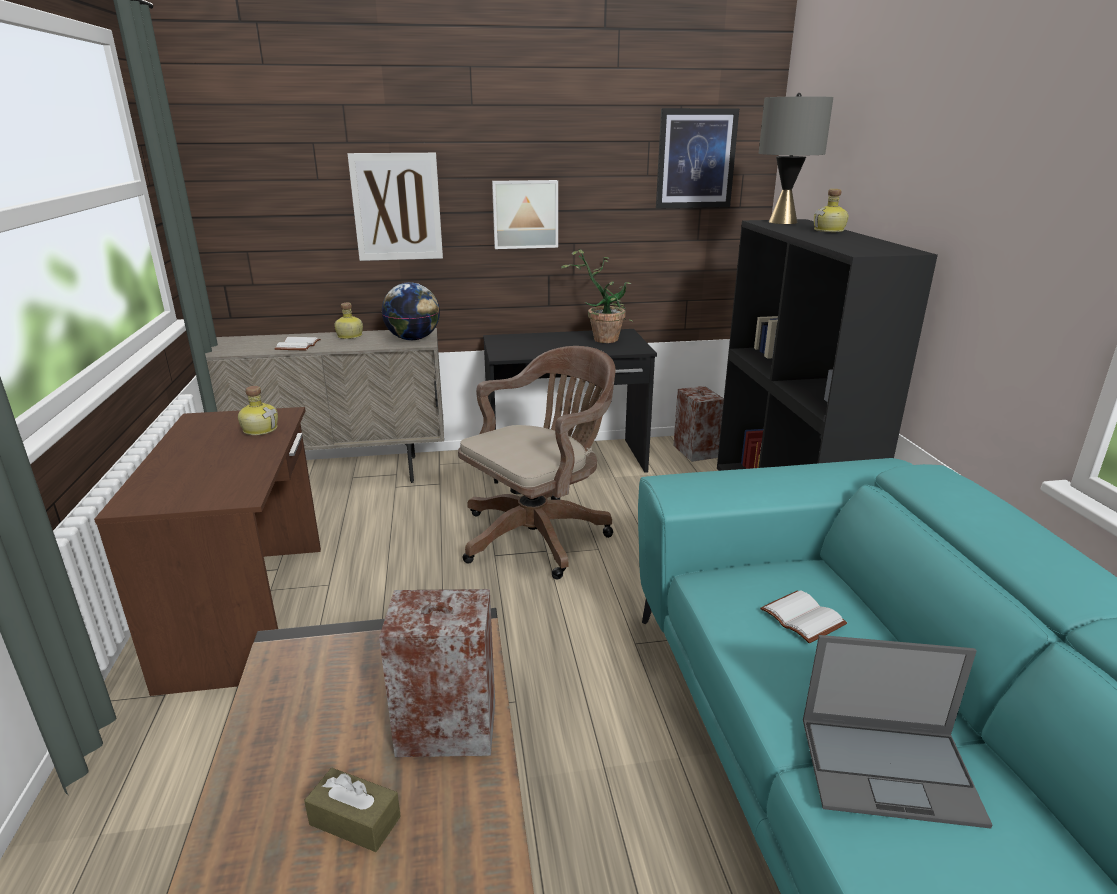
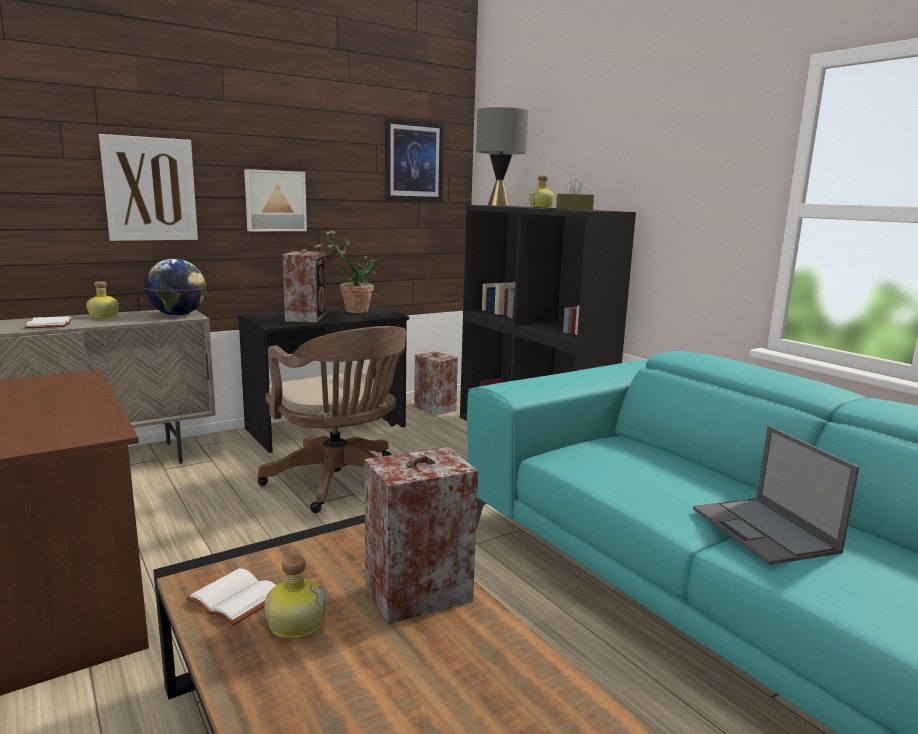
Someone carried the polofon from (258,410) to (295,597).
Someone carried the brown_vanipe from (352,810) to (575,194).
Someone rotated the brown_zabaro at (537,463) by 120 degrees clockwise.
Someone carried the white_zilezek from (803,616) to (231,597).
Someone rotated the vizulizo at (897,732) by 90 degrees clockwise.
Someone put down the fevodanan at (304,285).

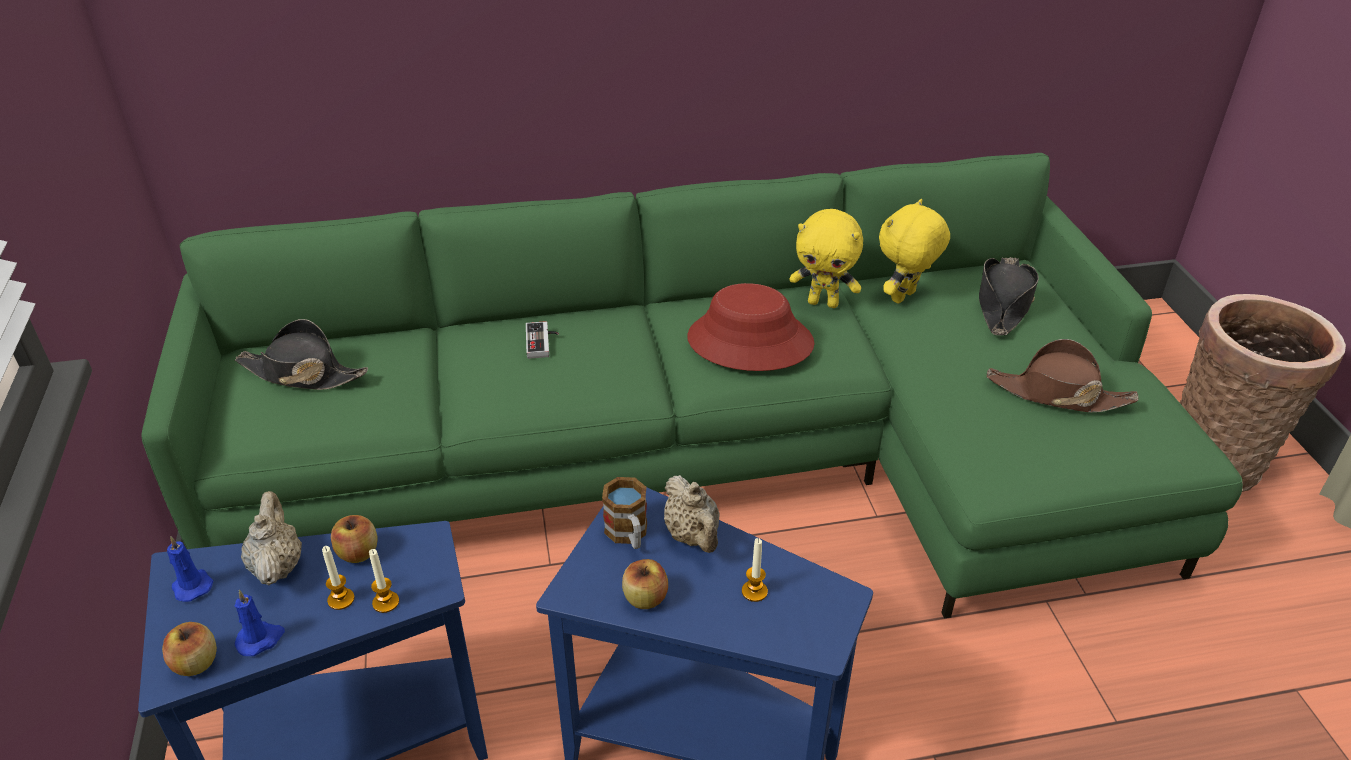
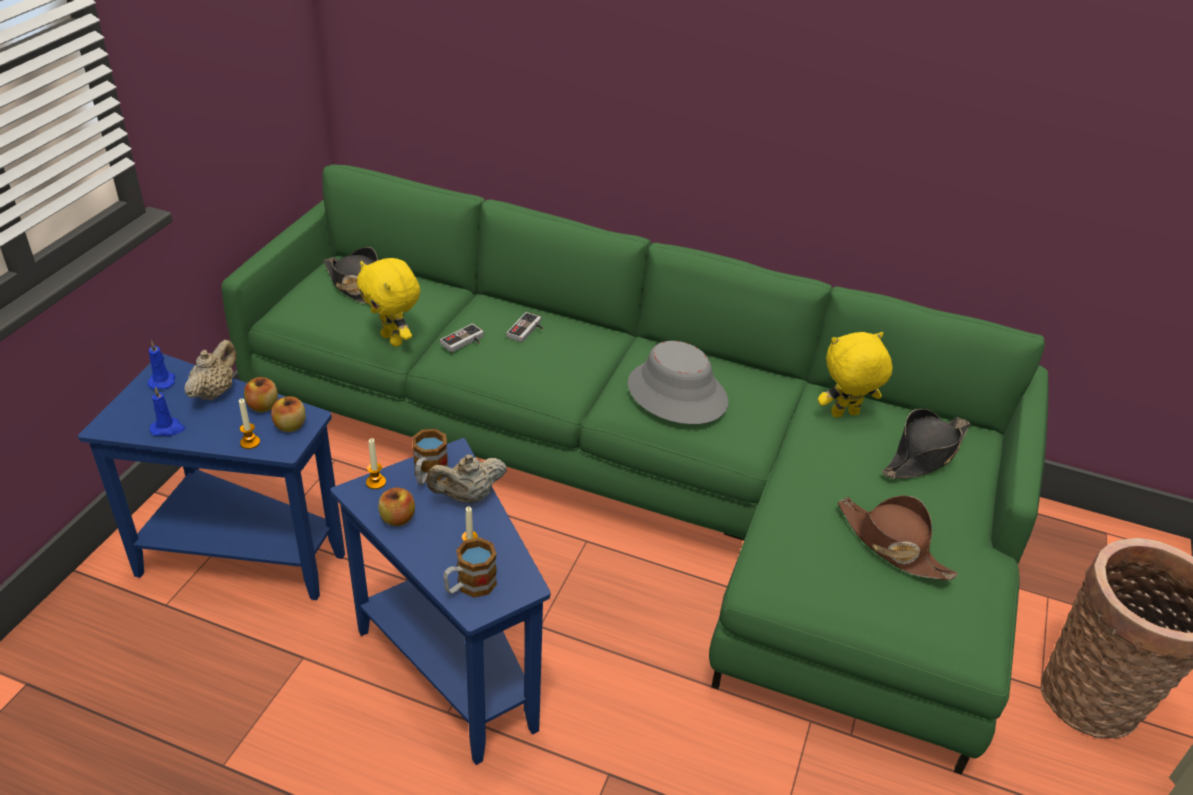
Someone carried the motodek from (189,649) to (288,414).
Someone carried the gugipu from (338,578) to (376,463).
Someone rotated the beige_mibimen at (692,514) by 60 degrees clockwise.
Someone repainted the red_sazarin at (751,327), which became the grey_sazarin at (678,382).
Someone carried the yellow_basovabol from (826,258) to (388,302).
Someone put down the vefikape at (462,338).
Someone put down the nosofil at (470,567).

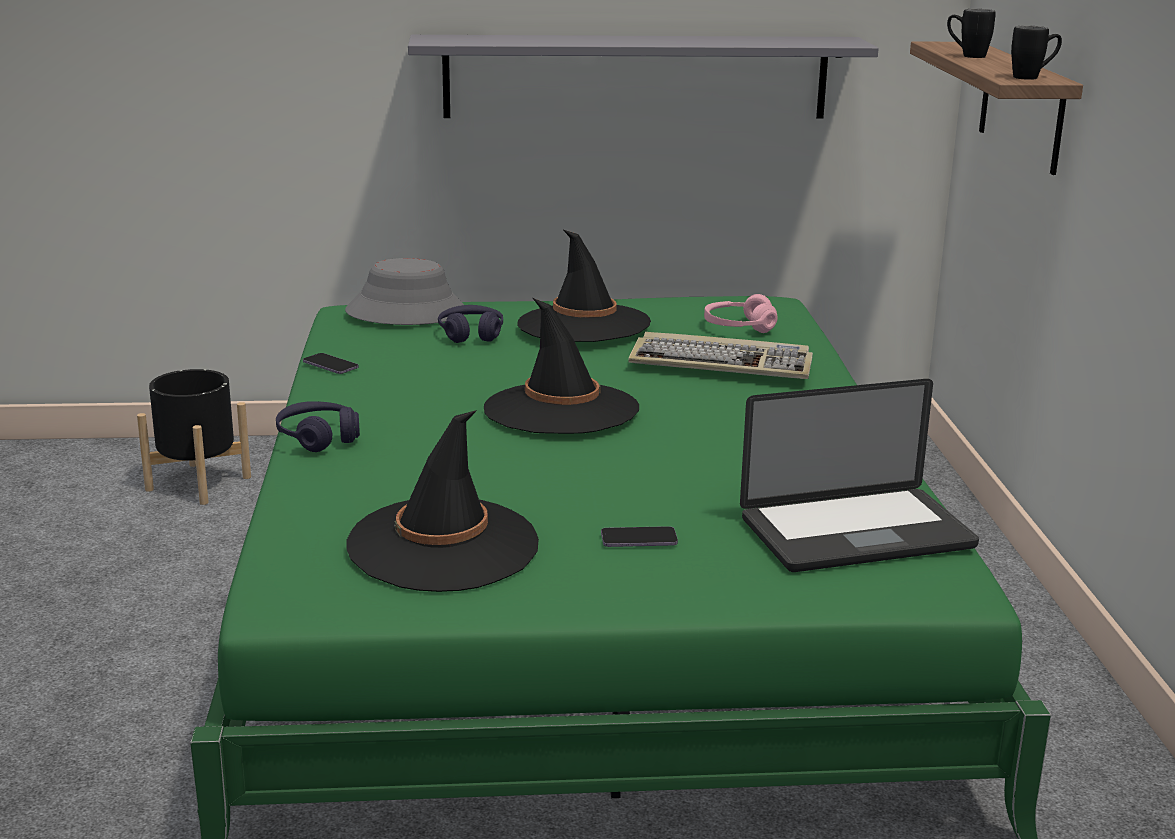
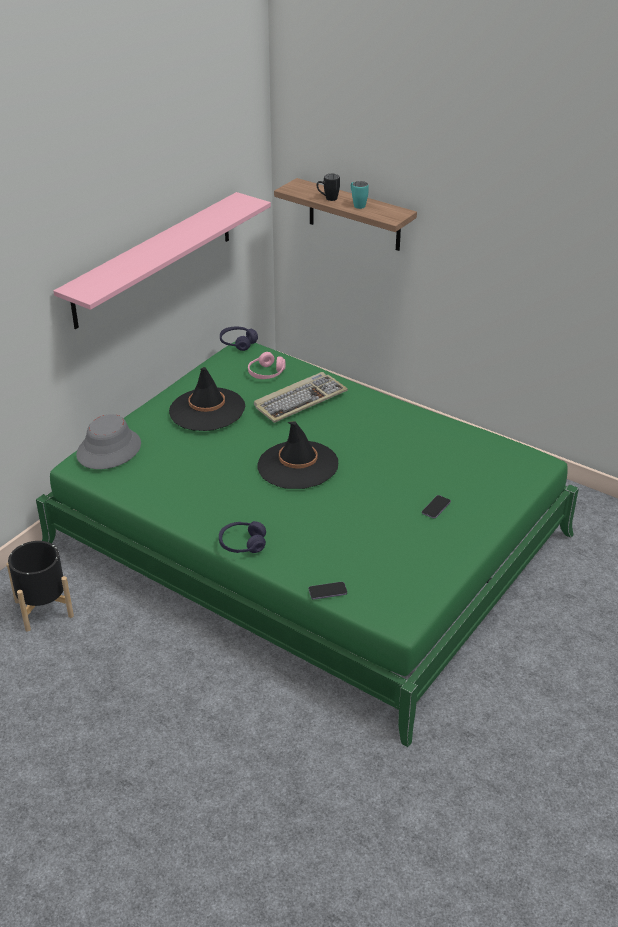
Someone carried the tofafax from (330,363) to (328,590).
Someone took away the black_sazarin at (442,501).
Someone repainted the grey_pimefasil at (643,77), which became the pink_pimefasil at (162,260).
Someone carried the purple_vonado from (470,324) to (239,339).
Someone took away the vizulizo at (859,475).
Someone took away the black_nosofil at (1036,52).
Someone put down the turquoise_nosofil at (360,195).

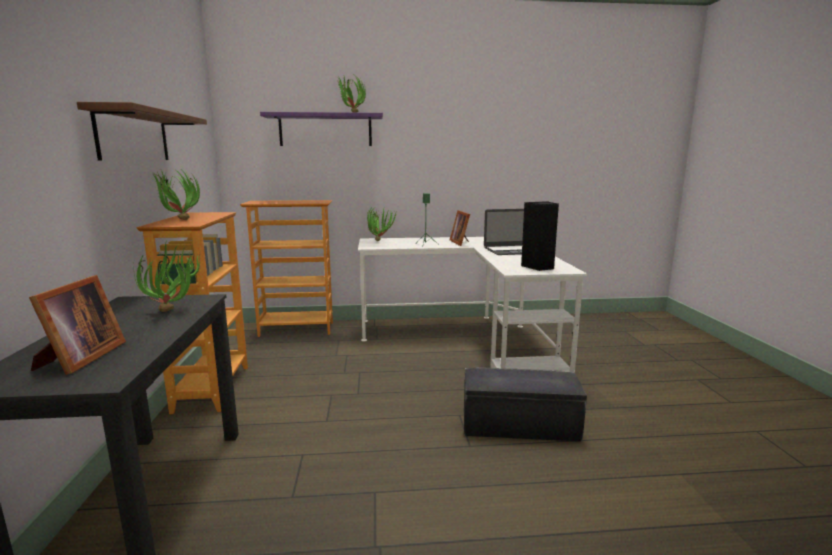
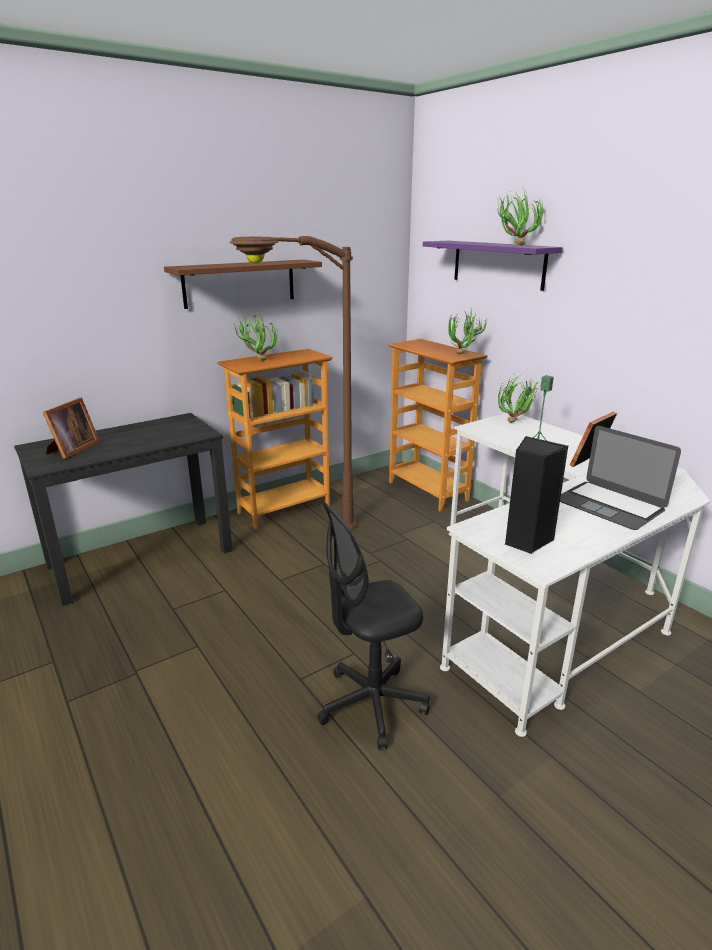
Someone rotated the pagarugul at (77,325) by 45 degrees counterclockwise.
Someone carried the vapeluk from (167,277) to (468,332).
Someone swapped the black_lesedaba at (525,404) for the black_zabaro at (373,625).
Someone put down the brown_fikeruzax at (293,383).

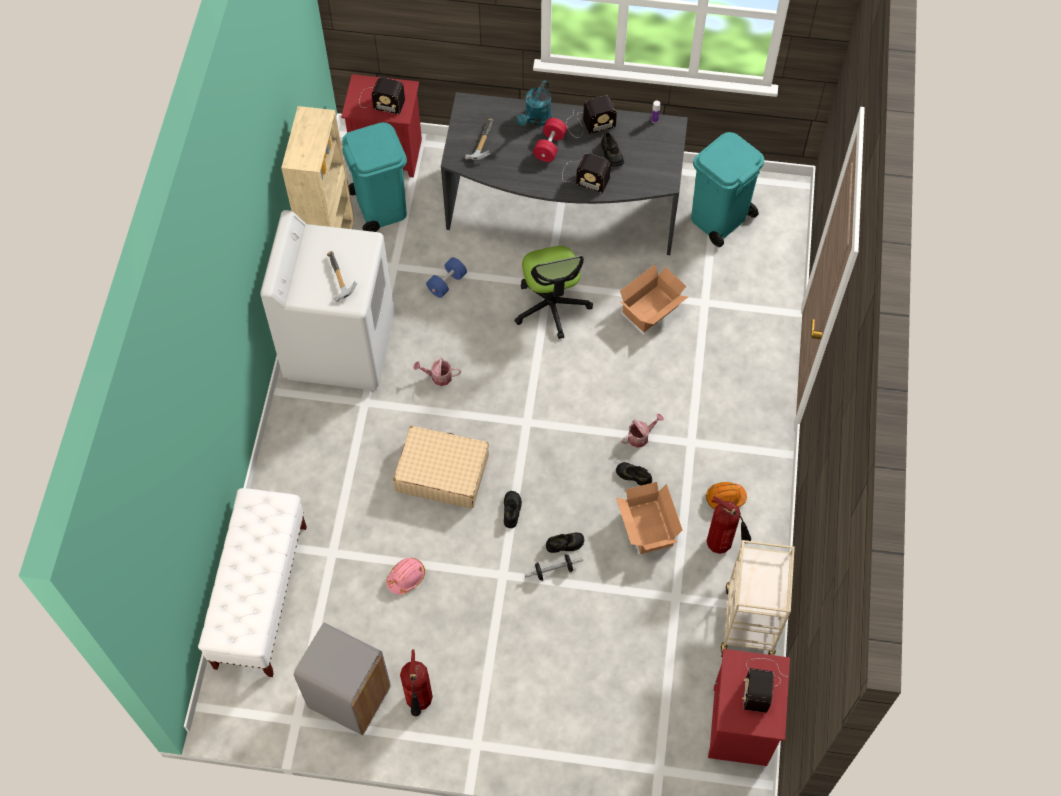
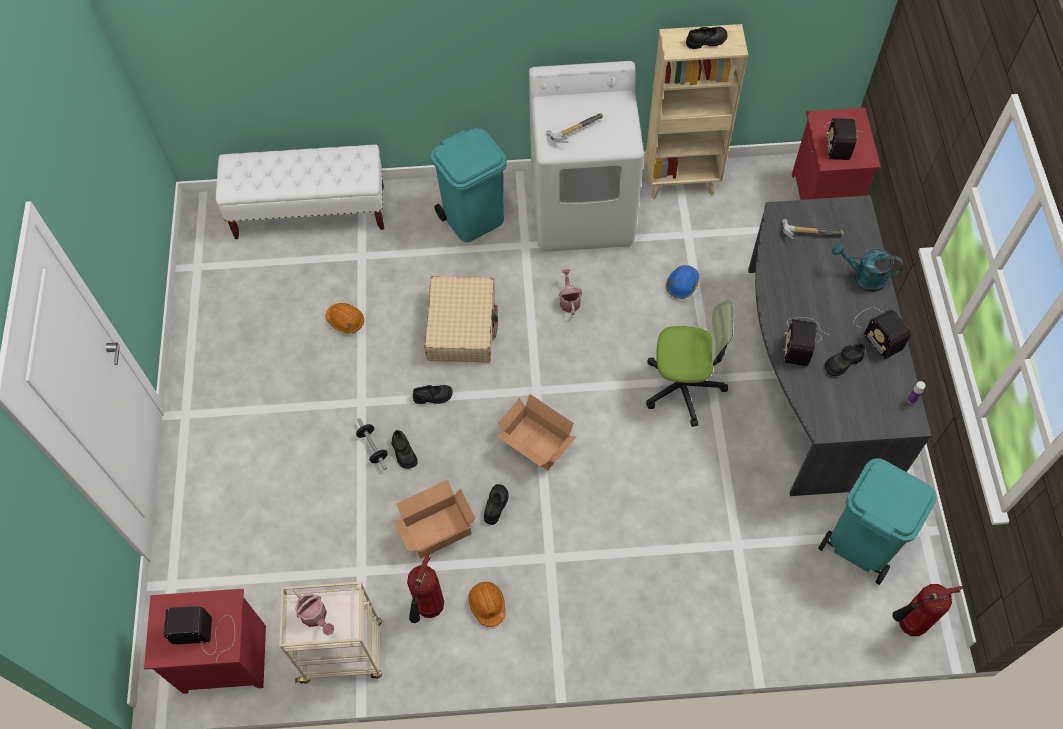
Someone took away the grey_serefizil at (342,679).
Someone carried the turquoise_serefizil from (374,177) to (469,185).
Someone repainted the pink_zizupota at (405,576), which became the orange_zizupota at (344,318).
Someone carried the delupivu from (416,683) to (927,610).
Someone swapped the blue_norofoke at (446,277) for the blue_zizupota at (682,282).
Someone rotated the zabaro at (553,292) by 150 degrees counterclockwise.
Someone took away the red_norofoke at (550,140).
Someone carried the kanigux from (654,298) to (536,432).
Someone carried the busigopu from (642,430) to (313,612).
Someone put down the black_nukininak at (706,38).

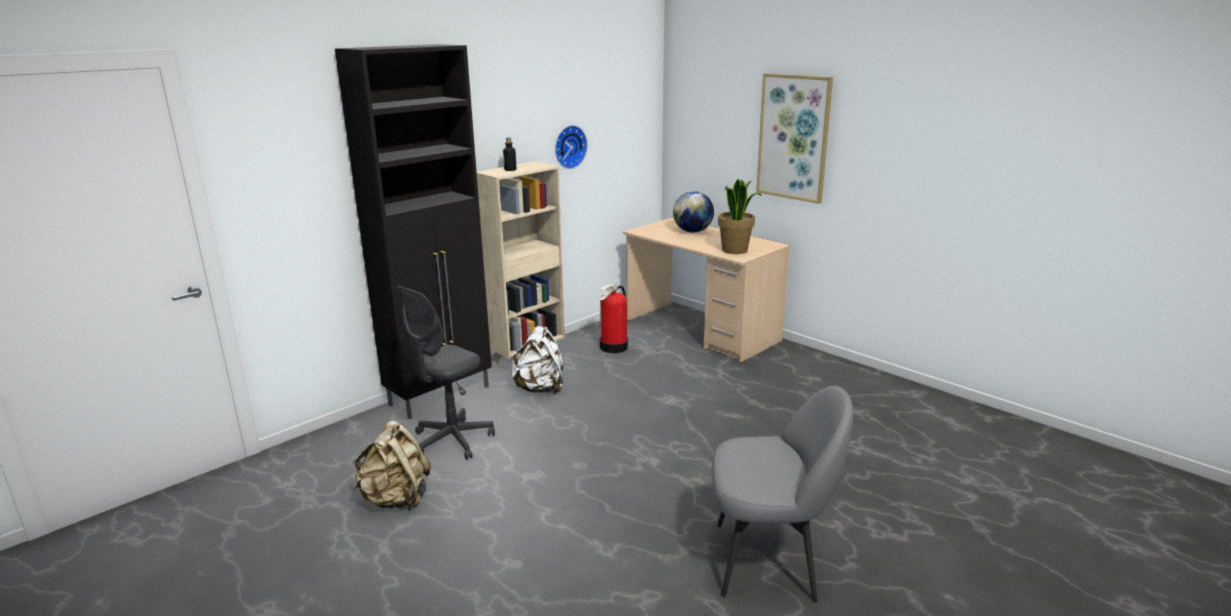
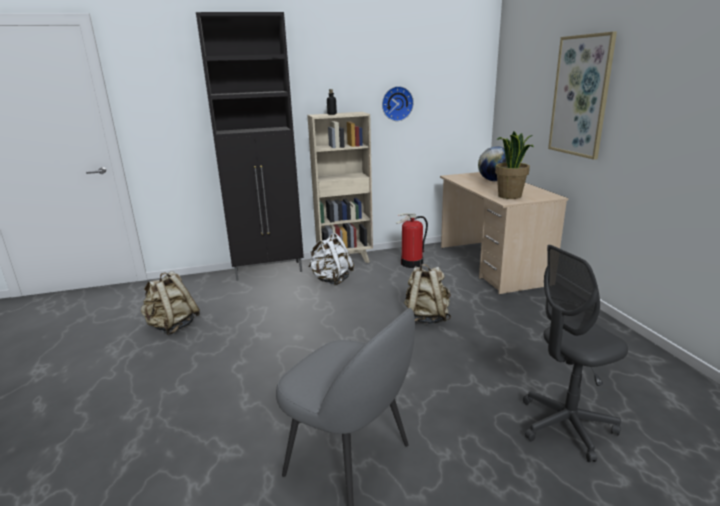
Someone carried the grey_zabaro from (446,373) to (575,353).
Someone put down the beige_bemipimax at (427,294).

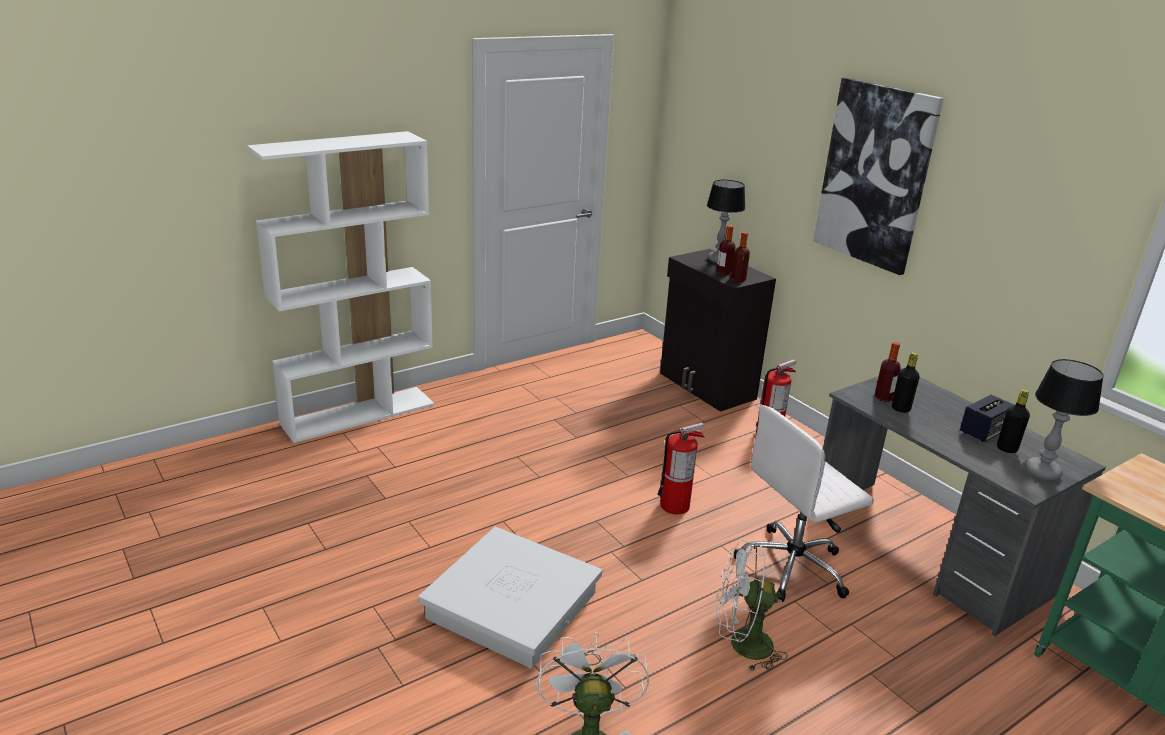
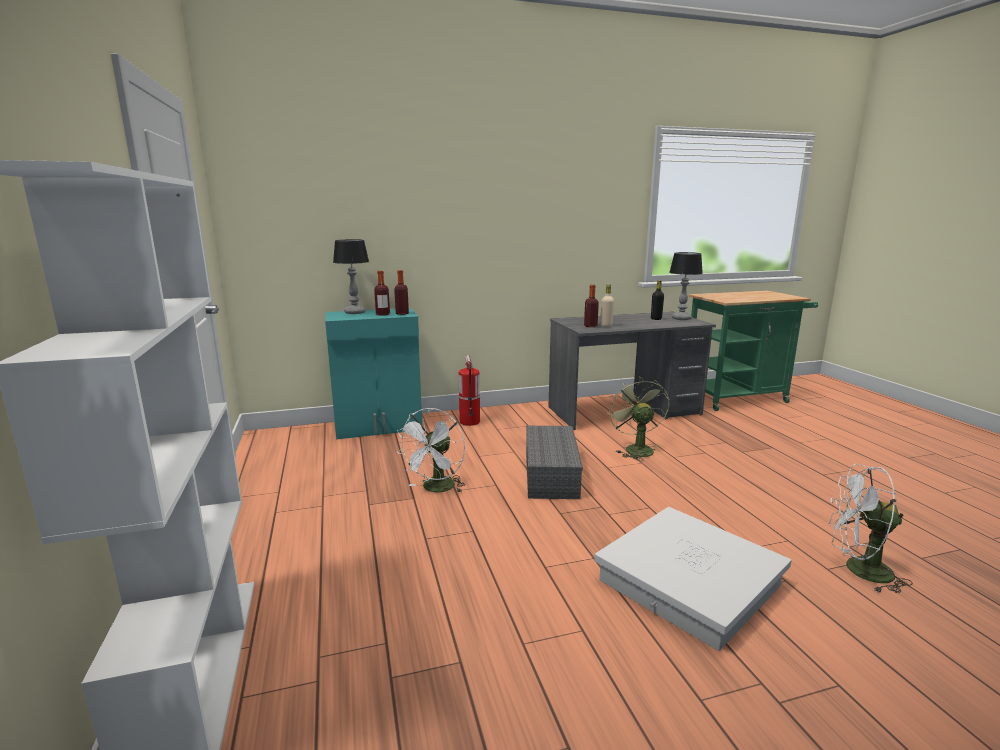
Someone swapped the delupivu at (681,468) for the grey_lesedaba at (554,462).
Someone repainted the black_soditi at (718,330), which became the turquoise_soditi at (373,373).
Someone carried the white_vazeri from (752,606) to (431,450).
Someone swapped the white_zabaro at (804,503) for the green_vazeri at (638,419).
Someone took away the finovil at (878,176).
Someone repainted the black_polofon at (906,382), which became the beige_polofon at (607,306).
Someone took away the fevodanan at (987,418).

